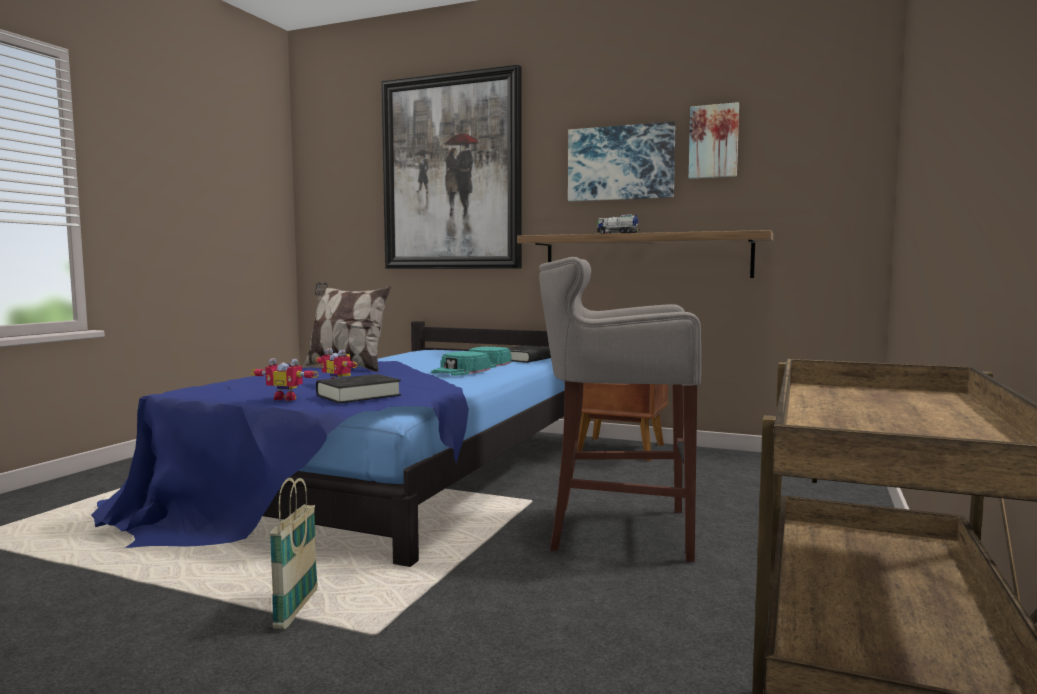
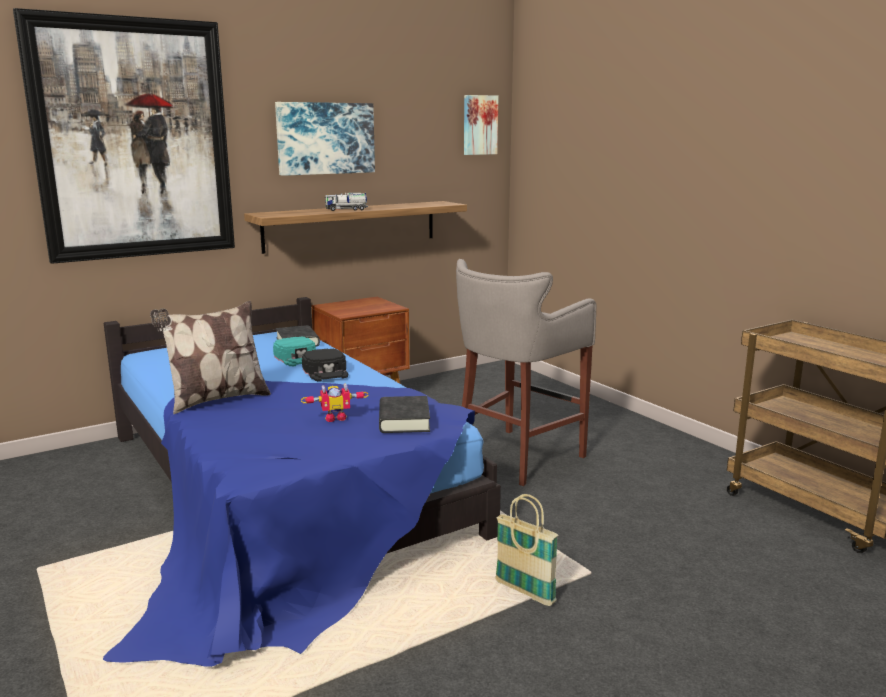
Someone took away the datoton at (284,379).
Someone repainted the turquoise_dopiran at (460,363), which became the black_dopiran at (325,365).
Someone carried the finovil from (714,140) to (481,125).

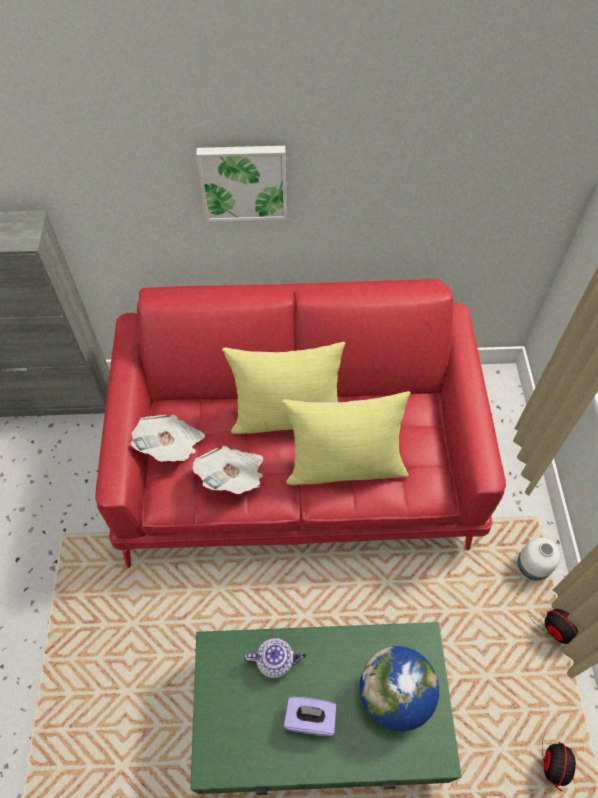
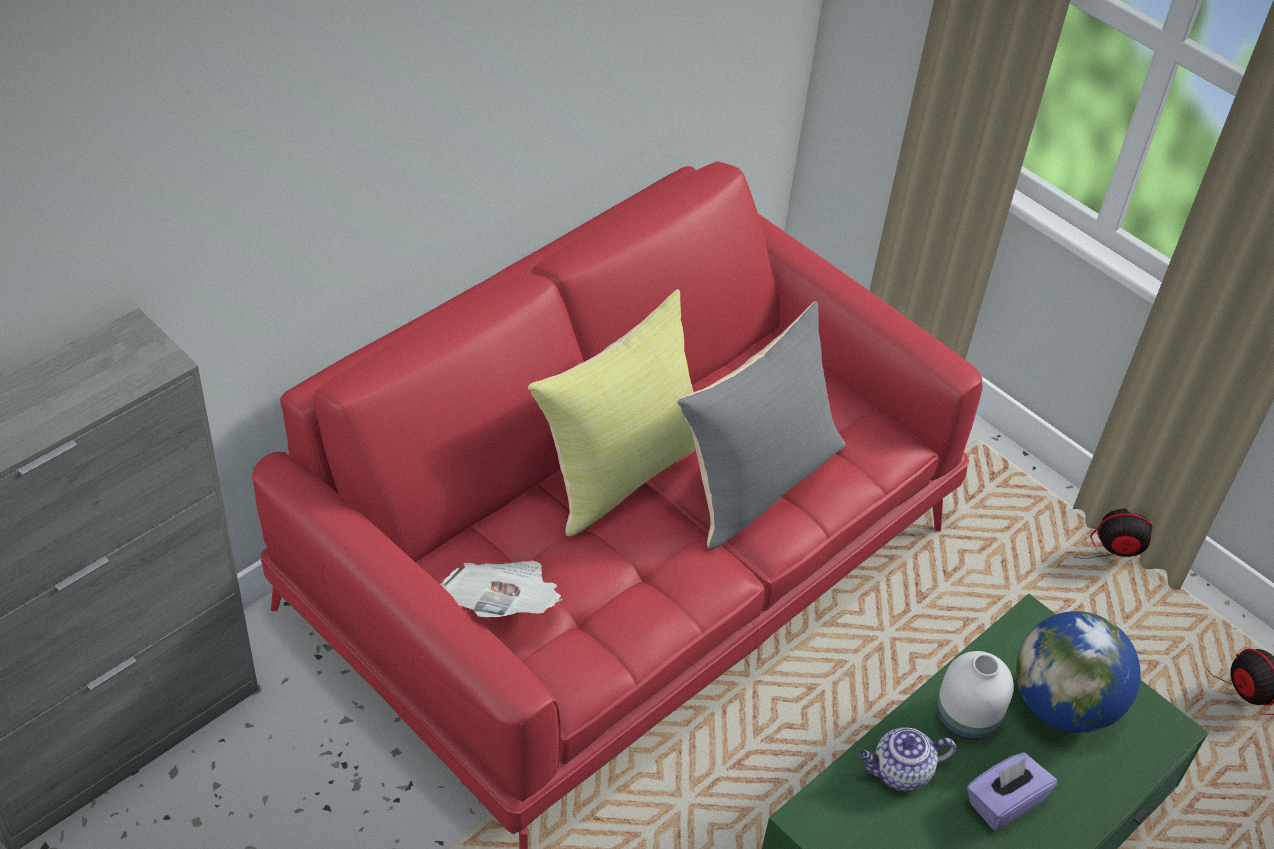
Someone took away the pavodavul at (228,470).
Someone took away the finovil at (241,184).
Someone rotated the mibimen at (274,658) by 150 degrees counterclockwise.
Someone repainted the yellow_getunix at (346,438), which became the grey_getunix at (761,425).
Someone carried the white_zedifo from (539,559) to (975,696).

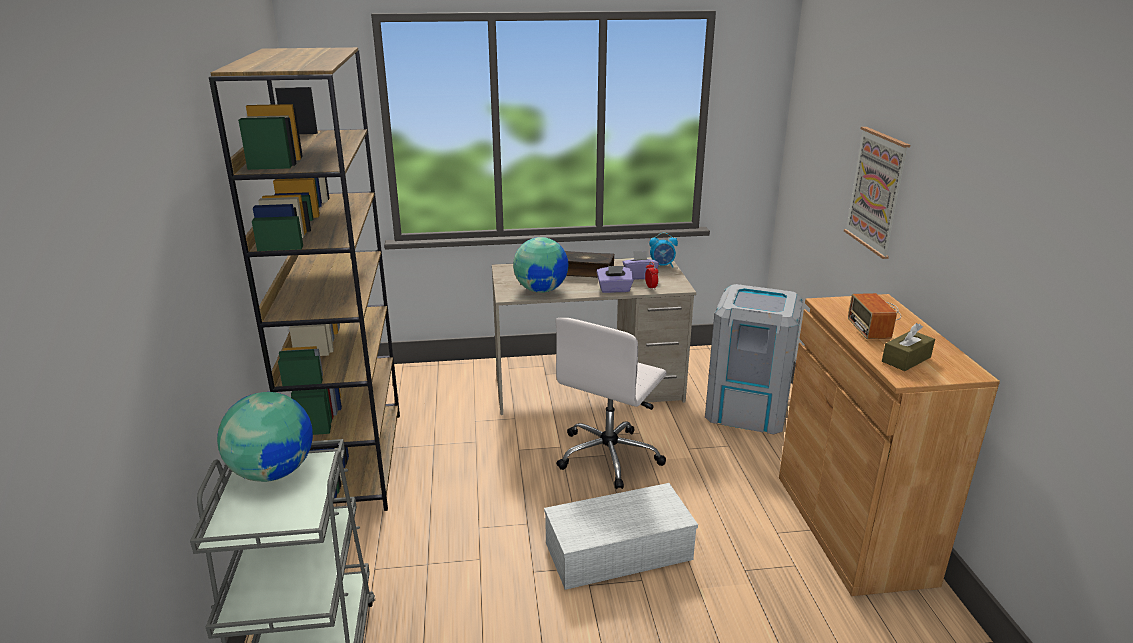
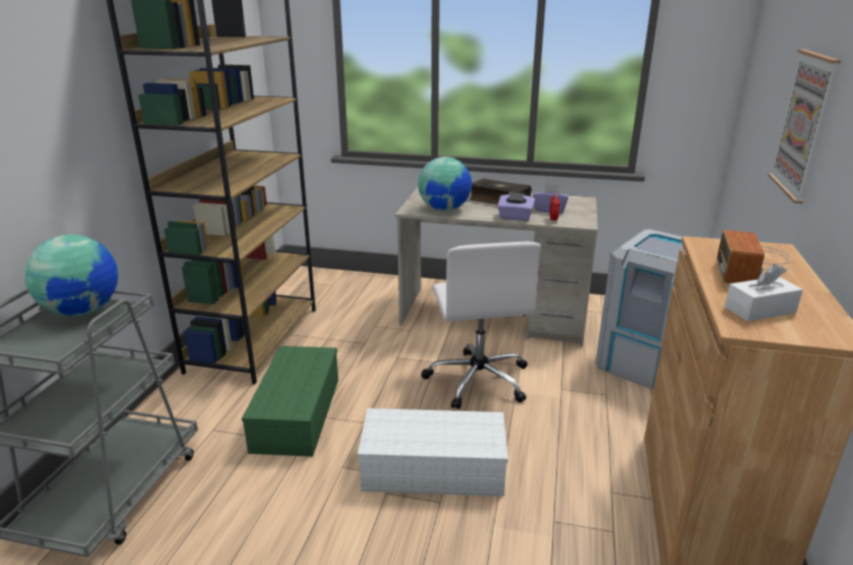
Someone rotated the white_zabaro at (611,403) by 60 degrees counterclockwise.
Someone took away the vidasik at (663,250).
Someone repainted the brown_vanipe at (908,347), which became the white_vanipe at (764,293).
Someone put down the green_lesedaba at (290,401).

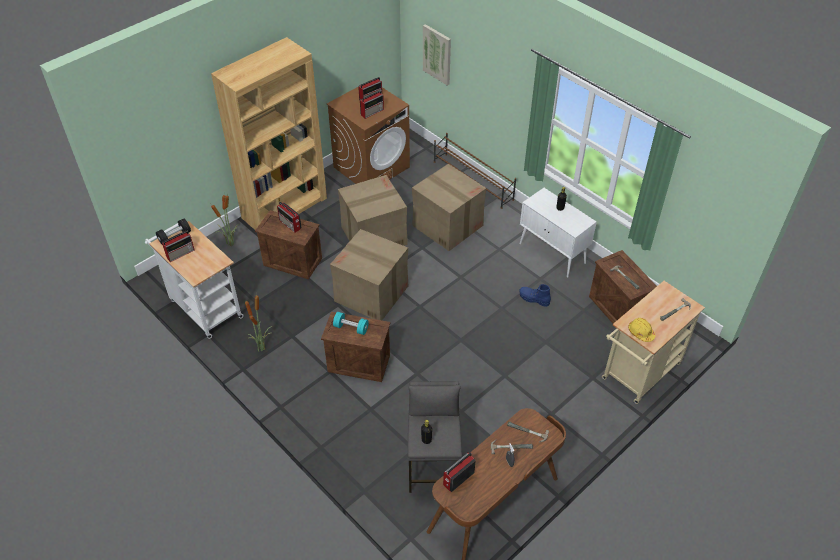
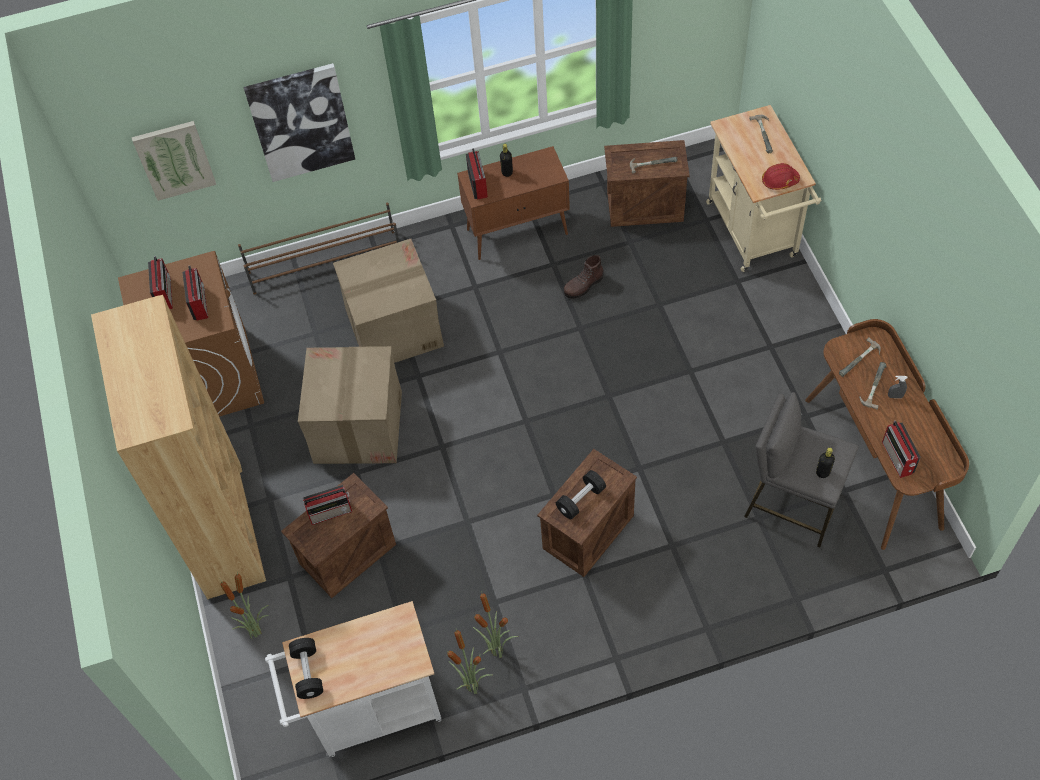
Someone carried the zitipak from (178,246) to (477,173).
Someone took away the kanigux at (369,274).
Someone repainted the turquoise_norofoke at (351,323), which became the black_norofoke at (581,494).
Someone repainted the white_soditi at (558,233), which became the brown_soditi at (513,203).
Someone repainted the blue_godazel at (535,295), which became the brown_godazel at (584,277).
Someone repainted the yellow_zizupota at (642,330), which became the red_zizupota at (781,176).
Someone put up the finovil at (299,122).
Someone put down the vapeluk at (469,661).

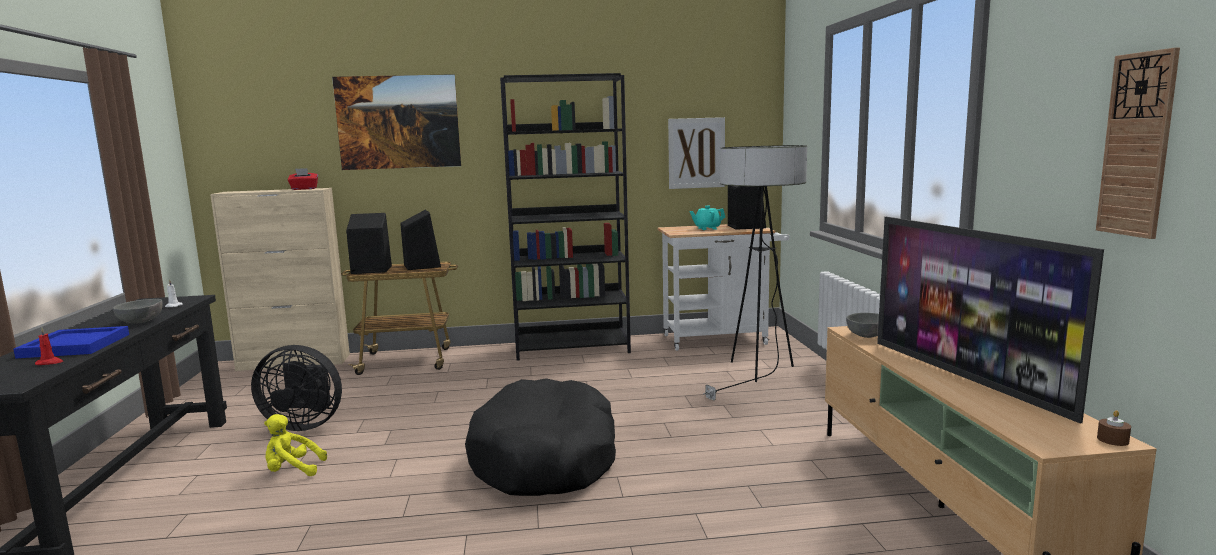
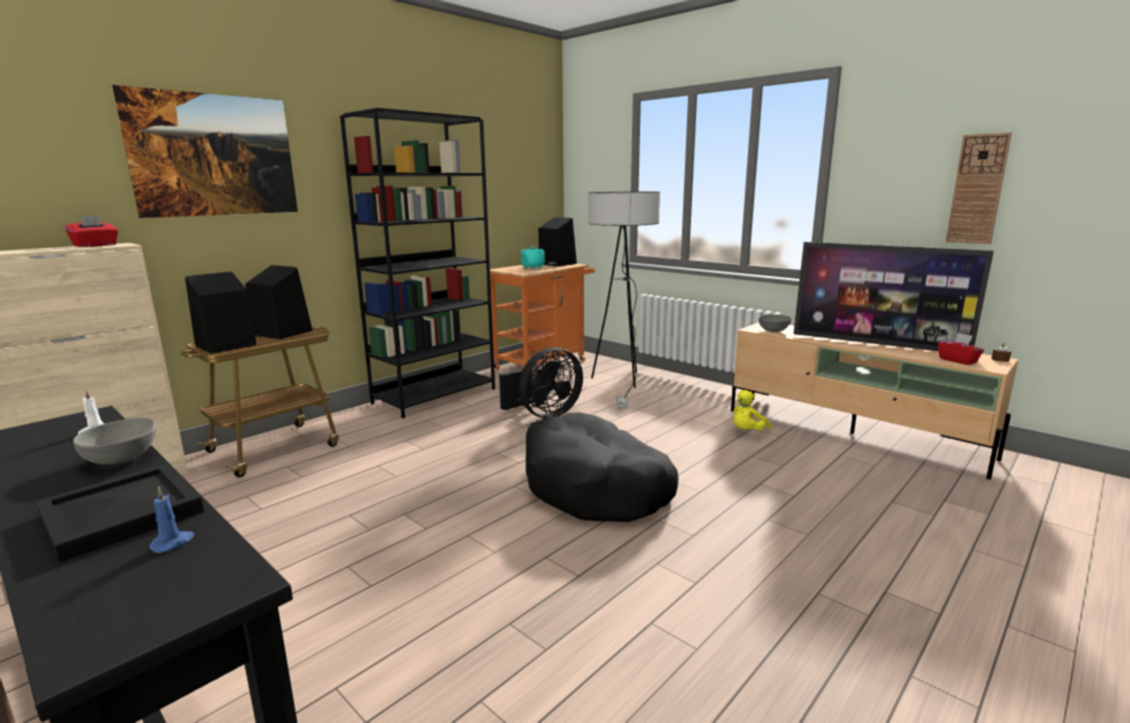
Someone repainted the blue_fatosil at (71,342), which became the black_fatosil at (119,512).
Someone repainted the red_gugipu at (49,346), which became the blue_gugipu at (172,519).
Someone carried the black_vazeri from (296,388) to (541,382).
Someone carried the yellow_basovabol from (295,445) to (752,410).
Someone repainted the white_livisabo at (723,287), which became the orange_livisabo at (540,317).
Someone took away the finovil at (696,153).
Someone put down the red_vanipe at (961,349).

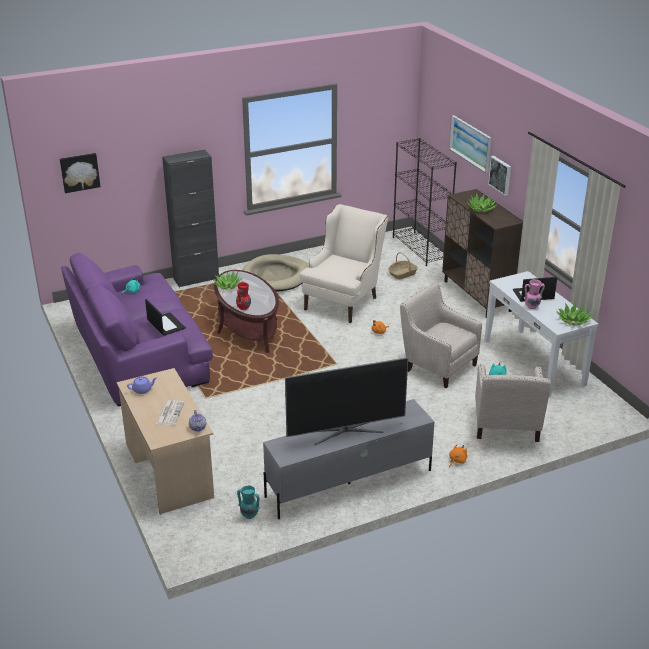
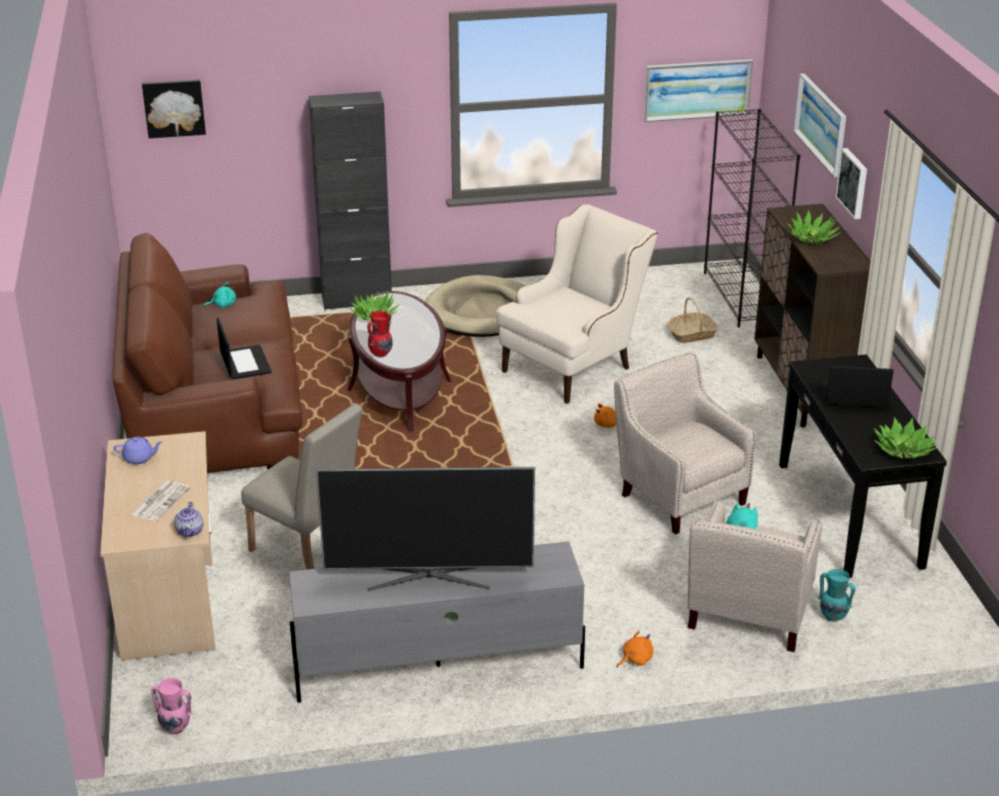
Someone repainted the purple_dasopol at (137,329), which became the brown_dasopol at (208,353).
Someone carried the turquoise_zedifo from (248,502) to (836,595).
Someone repainted the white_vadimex at (541,334), which became the black_vadimex at (863,466).
Someone carried the pink_zedifo from (534,294) to (172,706).
Someone put down the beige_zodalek at (301,486).
Someone put up the finovil at (698,90).

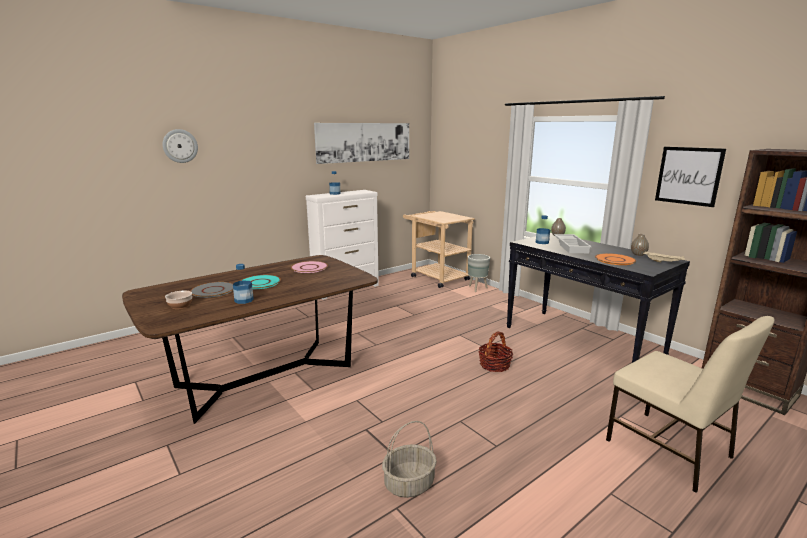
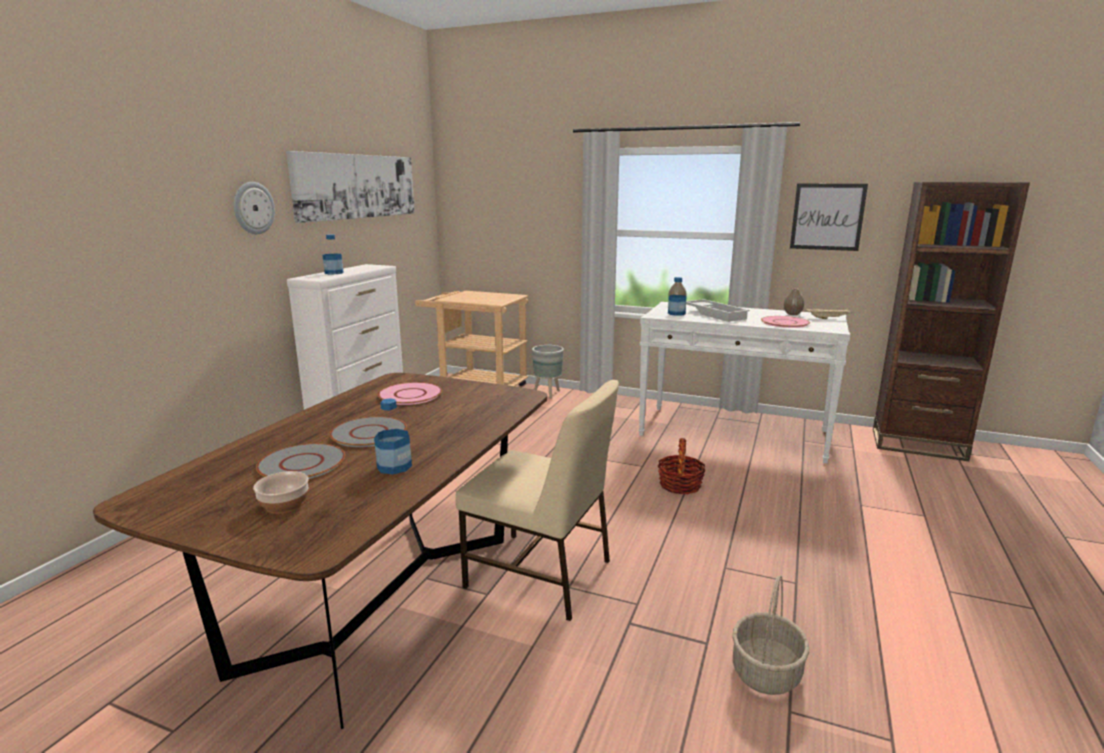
Someone carried the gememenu from (180,146) to (254,208).
Someone repainted the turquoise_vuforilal at (261,282), which became the grey_vuforilal at (368,432).
Someone repainted the black_vadimex at (598,298), which became the white_vadimex at (744,382).
Someone repainted the orange_vuforilal at (615,259), which became the pink_vuforilal at (785,322).
Someone carried the beige_zodalek from (690,404) to (537,500).

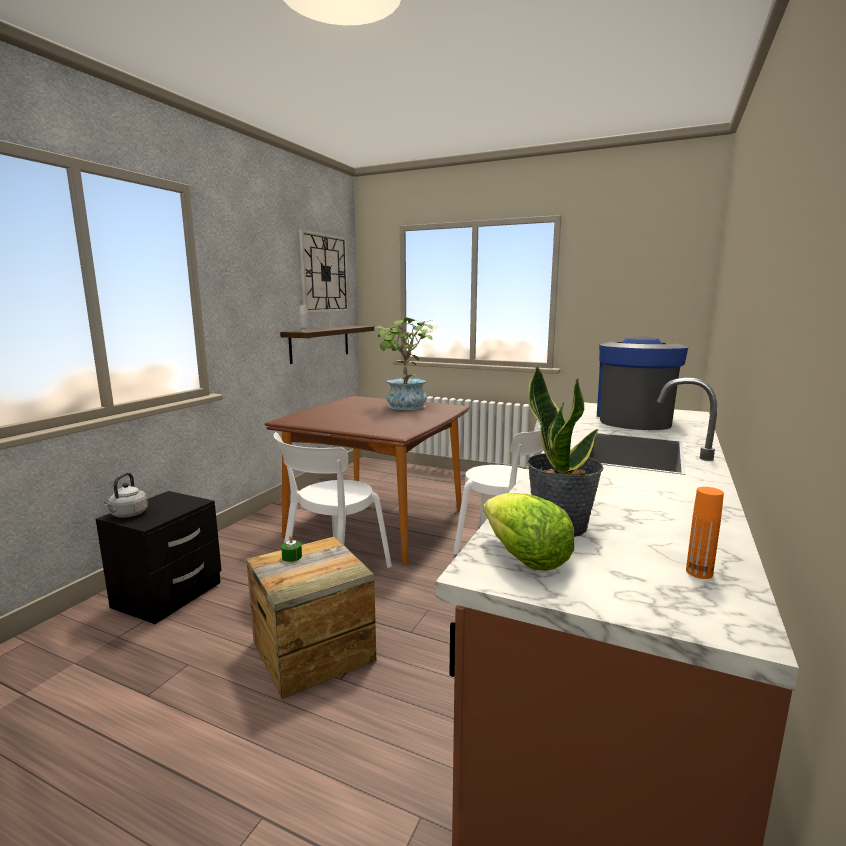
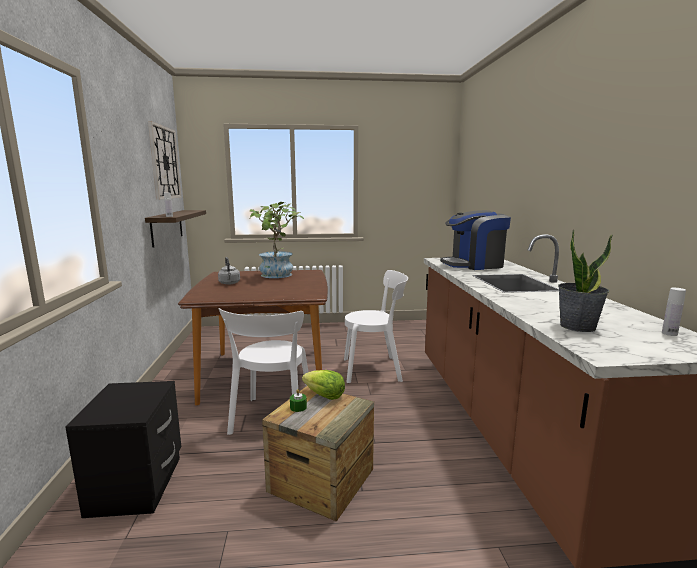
Someone carried the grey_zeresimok from (126,495) to (229,271).
Someone carried the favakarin from (528,532) to (323,385).
Someone rotated the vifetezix at (642,383) by 90 degrees counterclockwise.
Someone repainted the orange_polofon at (705,533), which became the white_polofon at (674,312).

